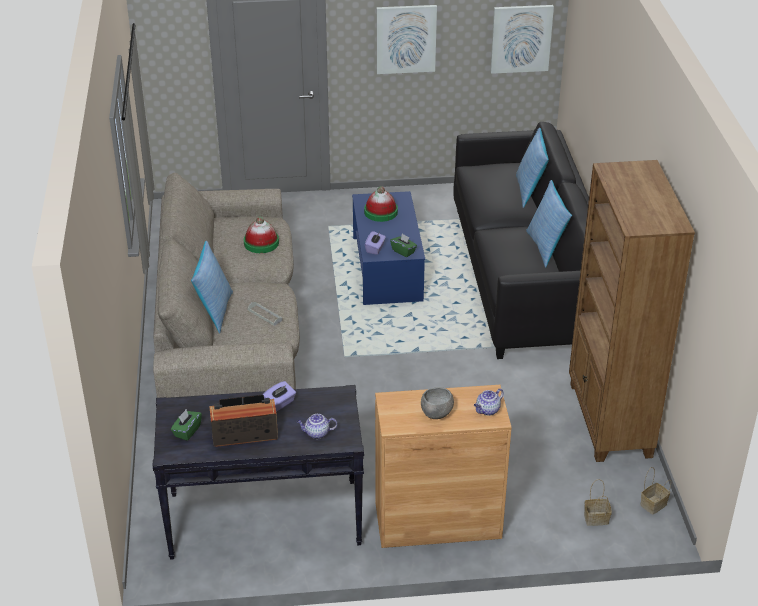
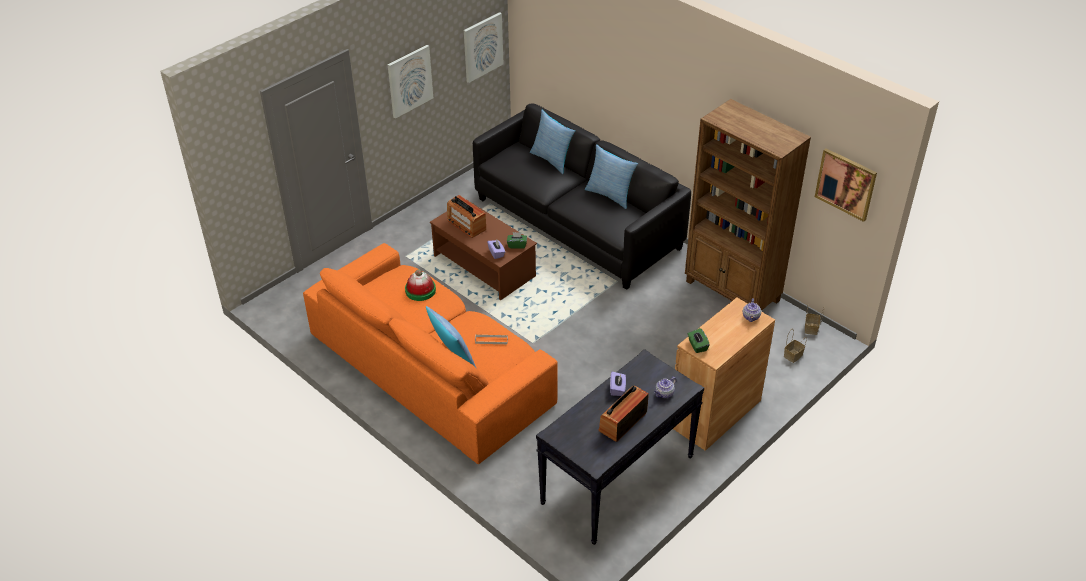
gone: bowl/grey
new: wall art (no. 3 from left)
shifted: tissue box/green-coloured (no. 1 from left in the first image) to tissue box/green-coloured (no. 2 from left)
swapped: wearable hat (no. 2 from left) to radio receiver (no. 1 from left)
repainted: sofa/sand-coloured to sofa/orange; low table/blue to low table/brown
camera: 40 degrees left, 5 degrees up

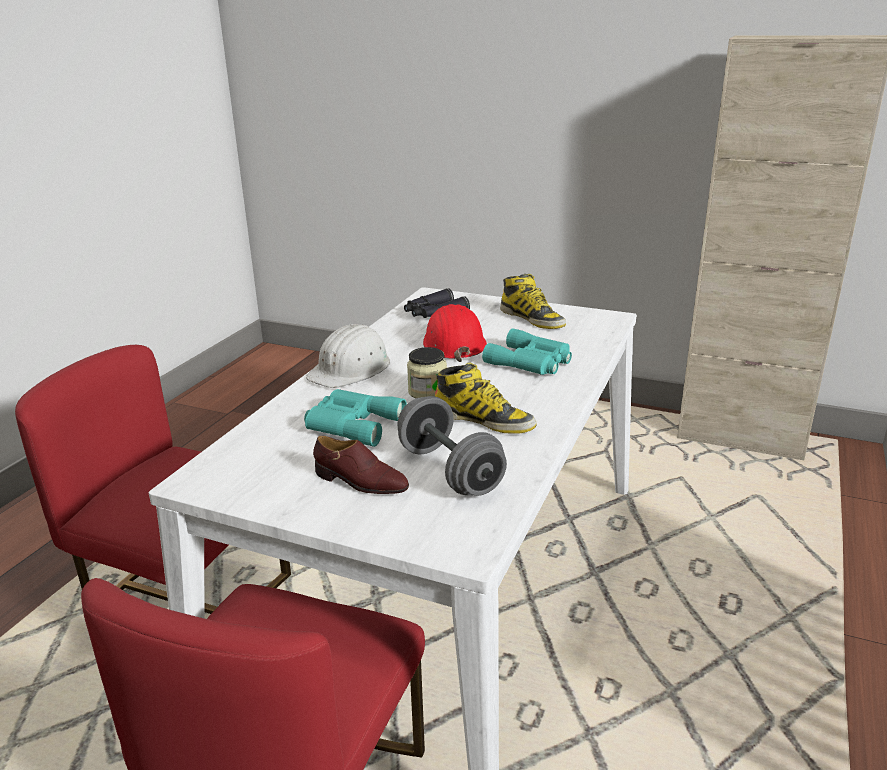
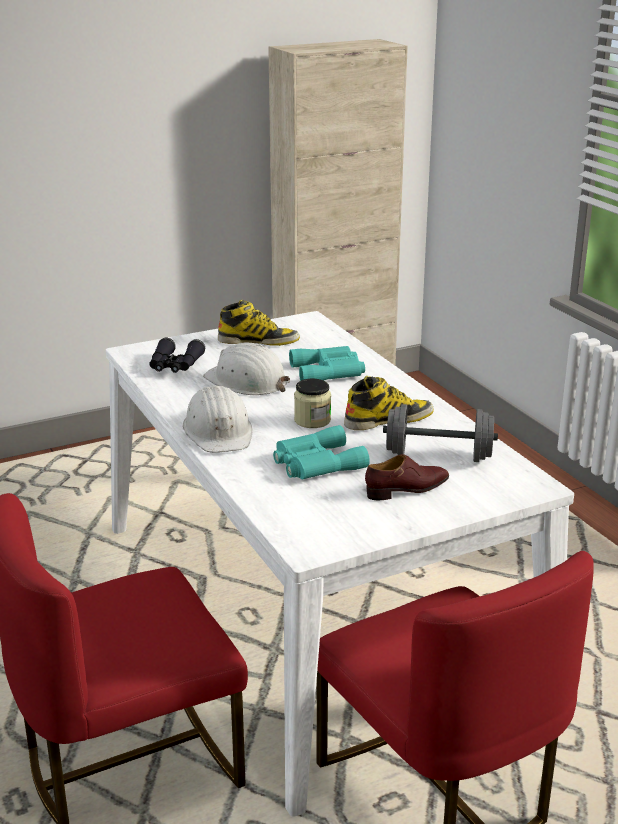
repainted: hard hat/red to hard hat/whitish (no. 2 from left)
camera: 50 degrees left, 0 degrees up

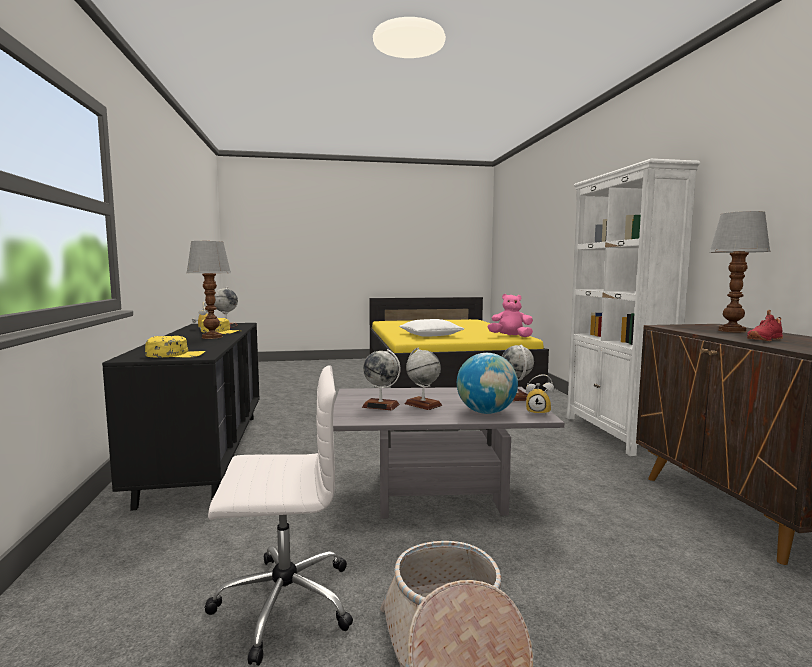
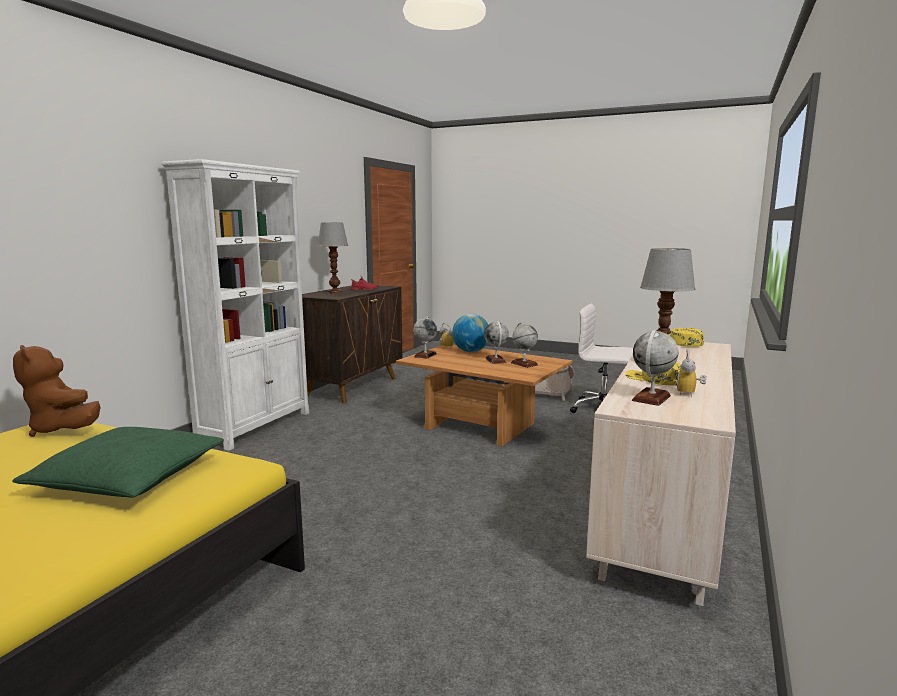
repainted: cuddly toy/pink to cuddly toy/brown; throw pillow/whitish to throw pillow/green-coloured; dresser/blackish to dresser/sand-coloured; low table/grey to low table/brown
camera: 145 degrees left, 5 degrees up

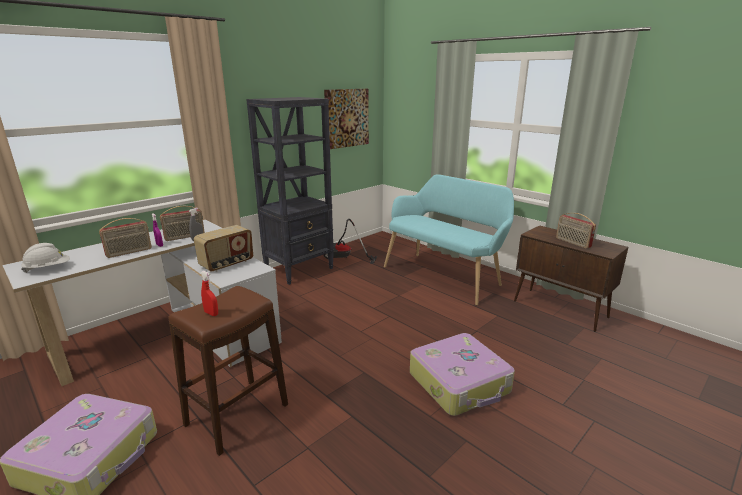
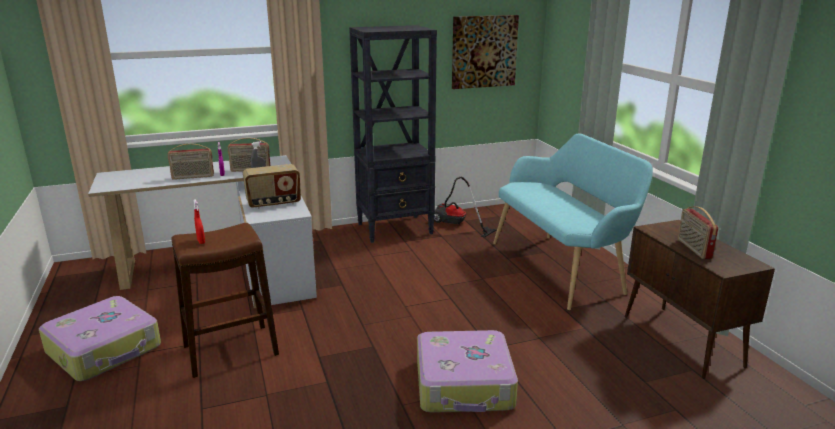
gone: hard hat/whitish
camera: 25 degrees right, 0 degrees up

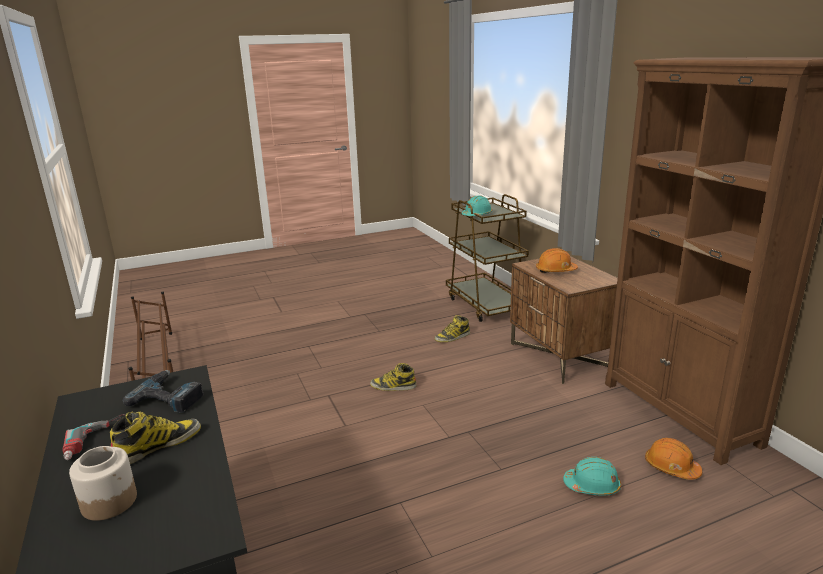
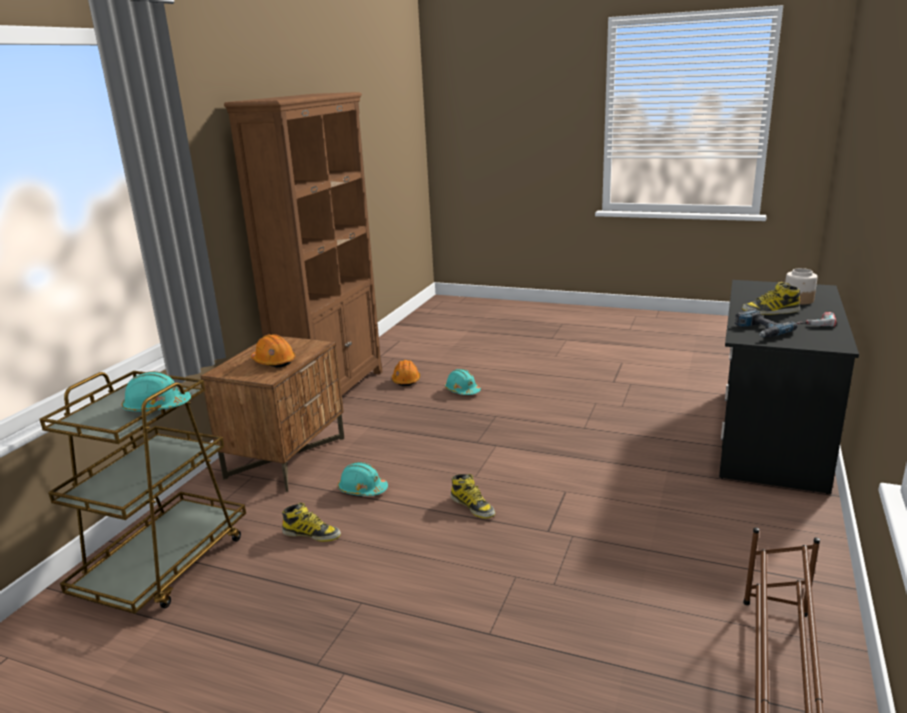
new: hard hat/turquoise (no. 2 from left)
camera: 135 degrees left, 0 degrees up

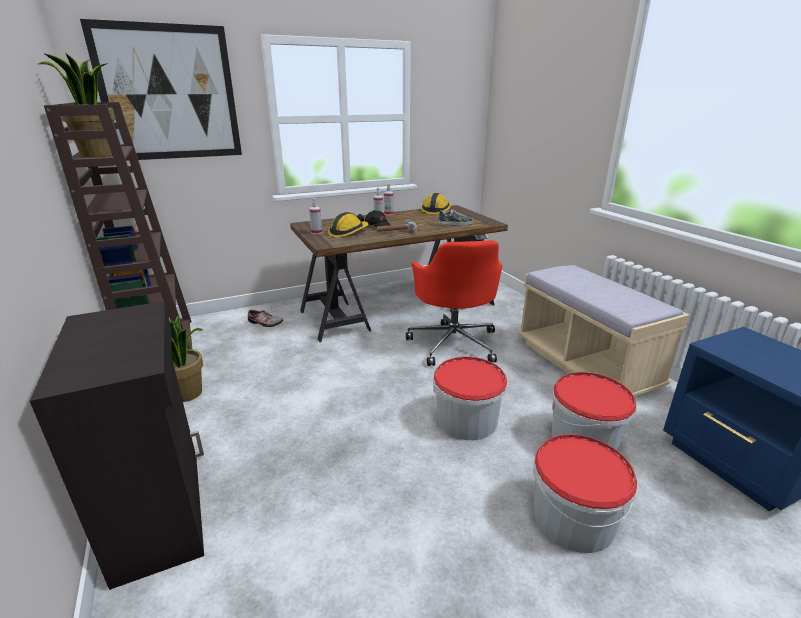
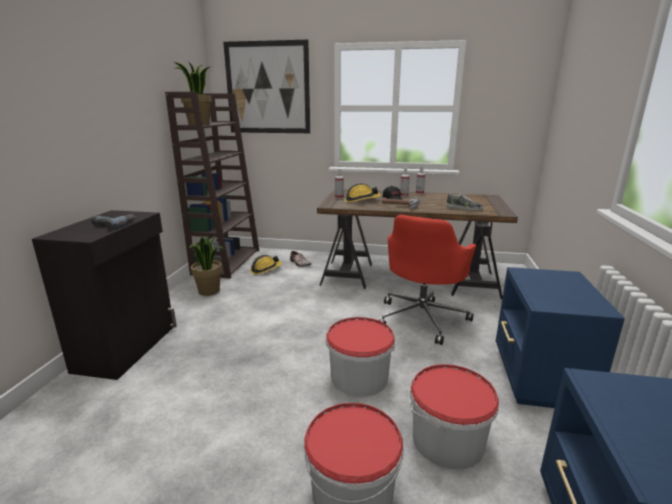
new: power drill
shifted: hard hat (no. 2 from left in the first image) to hard hat (no. 1 from left)
swapped: indoor bench/sand-coloured to bedside table/blue (no. 1 from left)
camera: 35 degrees right, 5 degrees down

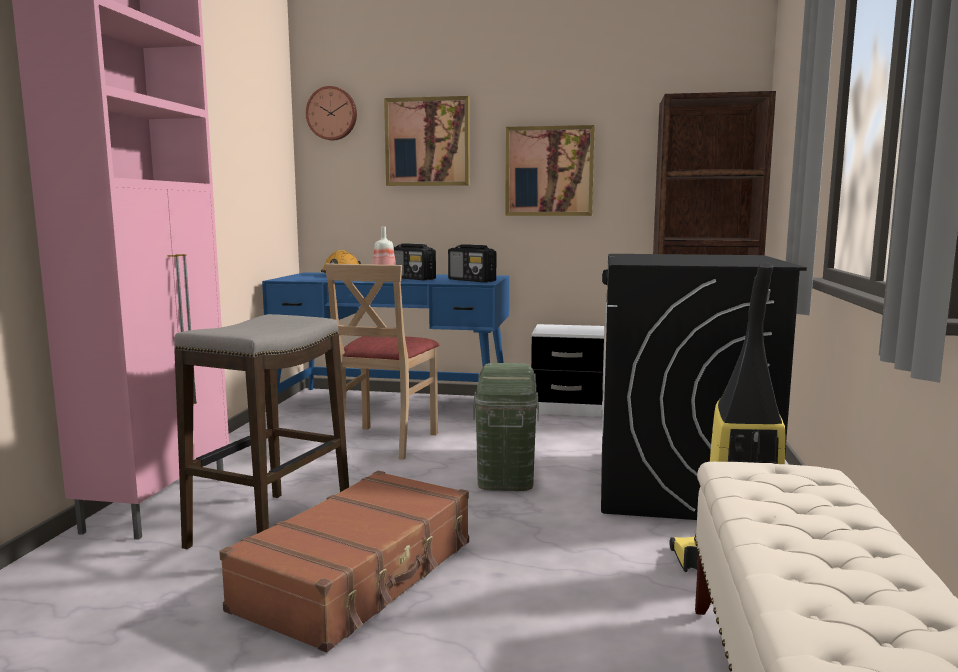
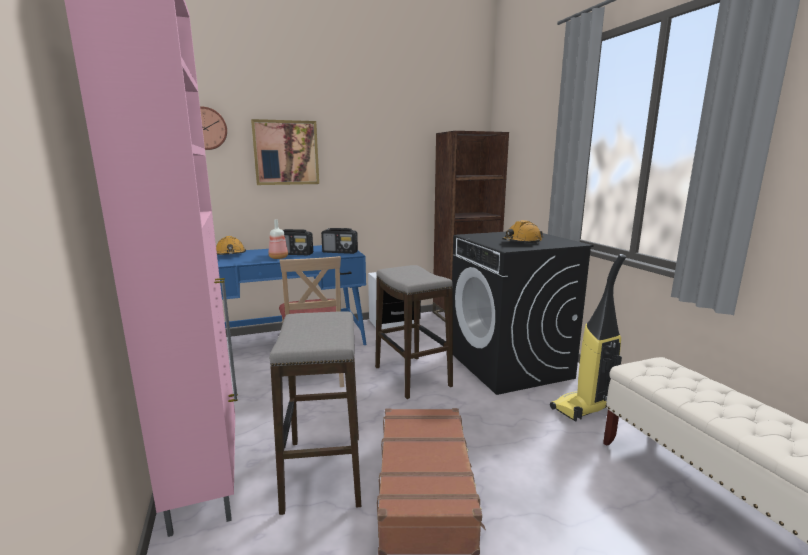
gone: wall art (no. 2 from left)
new: hard hat/orange (no. 2 from left)
swapped: storage container/green-coloured to stool (no. 2 from left)
camera: 30 degrees left, 5 degrees up

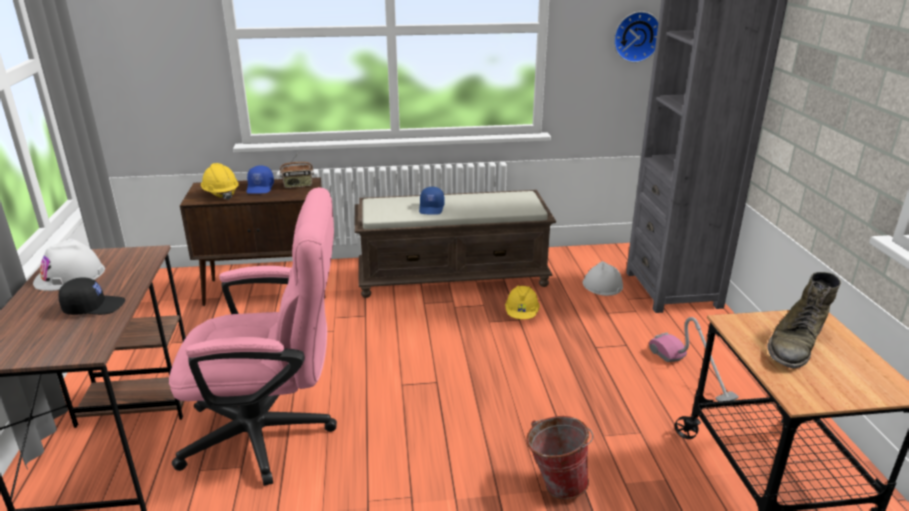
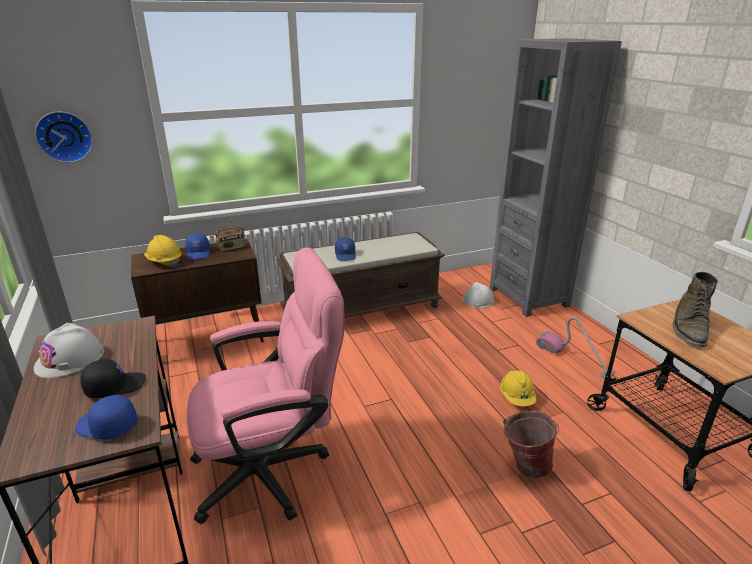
new: baseball cap/blue (no. 1 from left)
shifted: hanging clock; hard hat/yellow-coloured (no. 2 from left)
camera: 15 degrees left, 0 degrees up

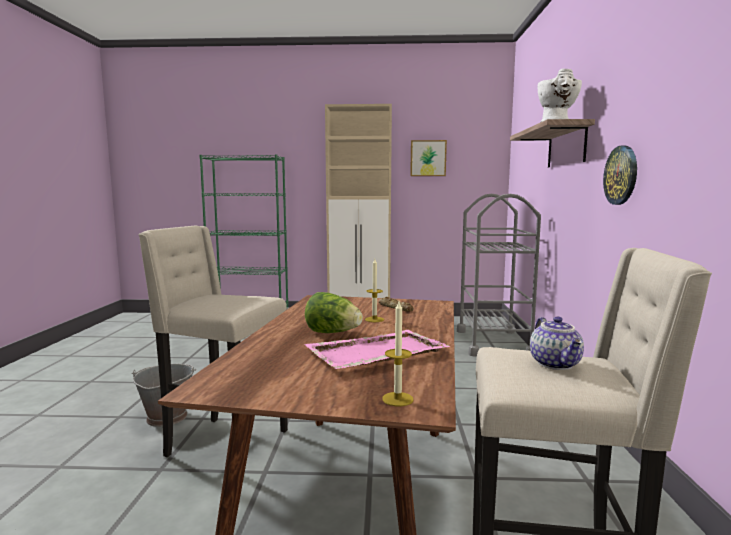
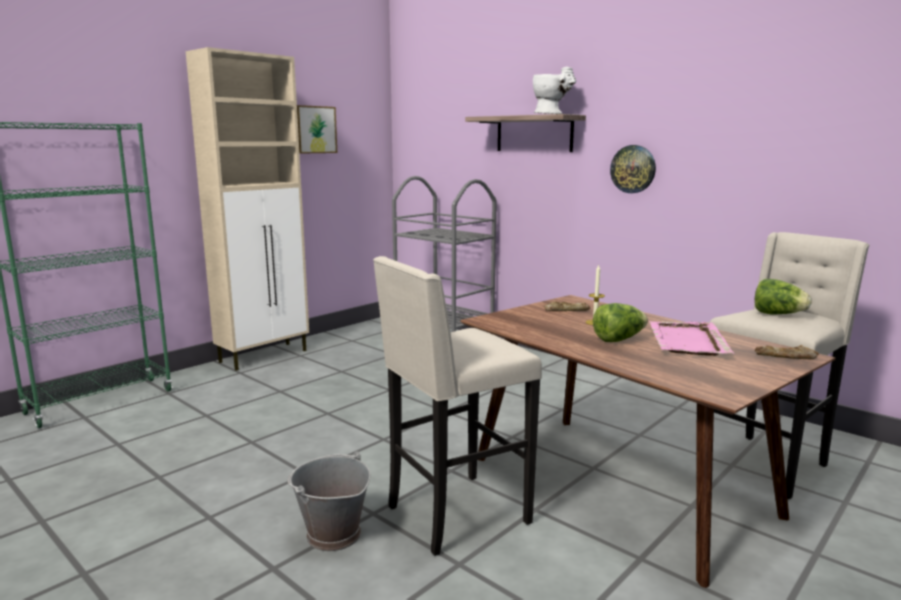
swapped: wax light (no. 2 from left) to bread (no. 2 from left); teapot to lettuce head (no. 2 from left)
camera: 50 degrees left, 5 degrees up

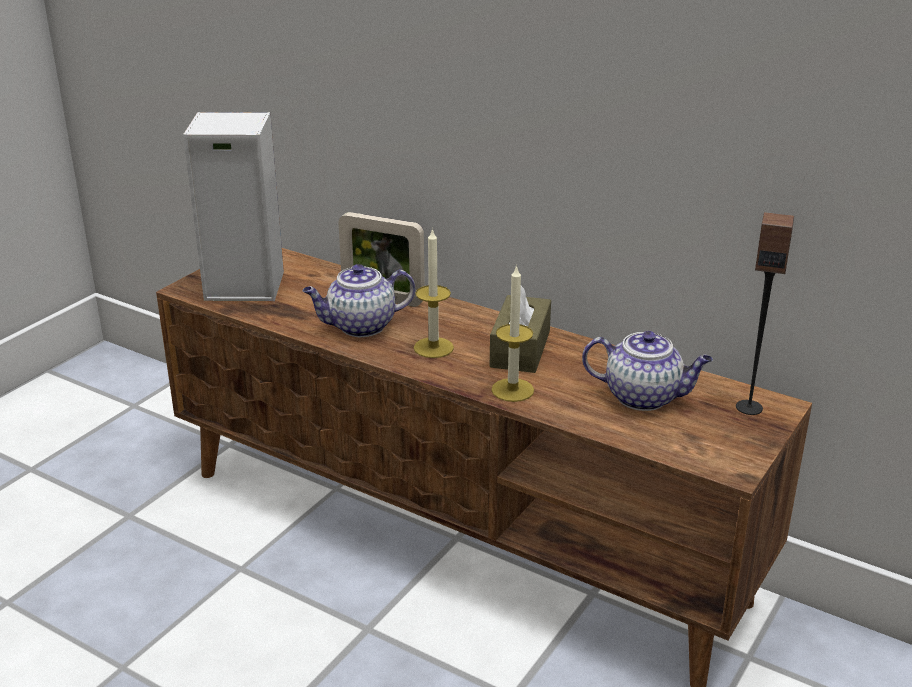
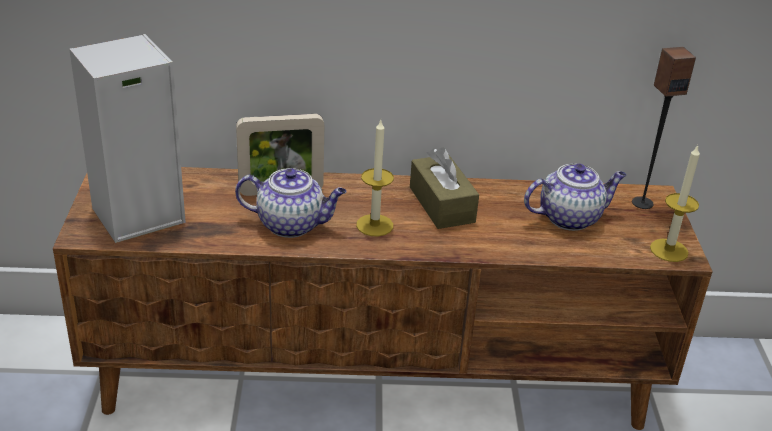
shifted: wax light (no. 2 from left)
rotated: teapot (no. 1 from left) 120 degrees counterclockwise
camera: 35 degrees left, 5 degrees up

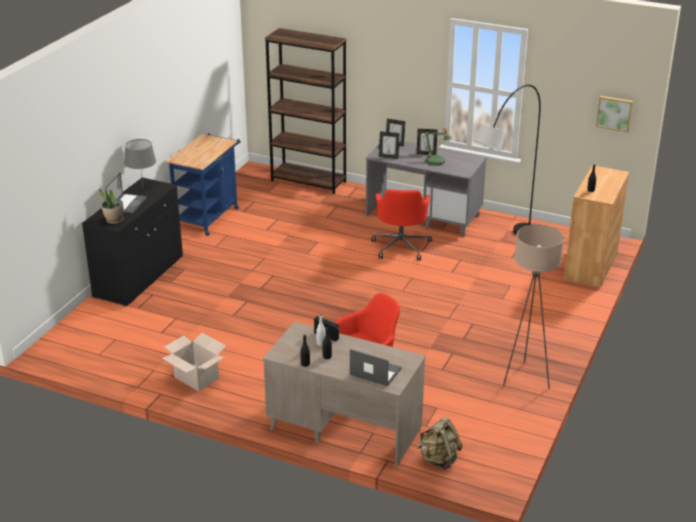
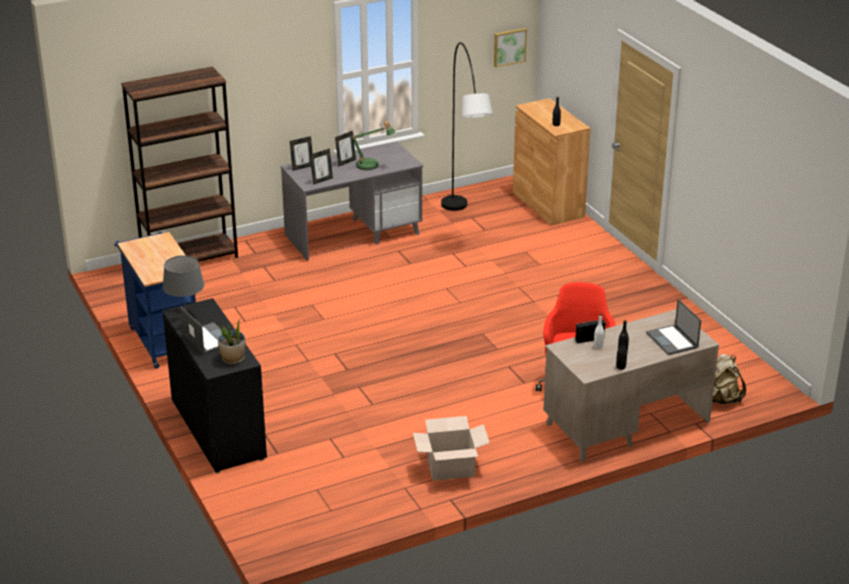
gone: office chair/red (no. 2 from left); standard lamp/sand-coloured
rotated: notebook computer (no. 2 from left) 90 degrees counterclockwise
camera: 50 degrees left, 0 degrees up

